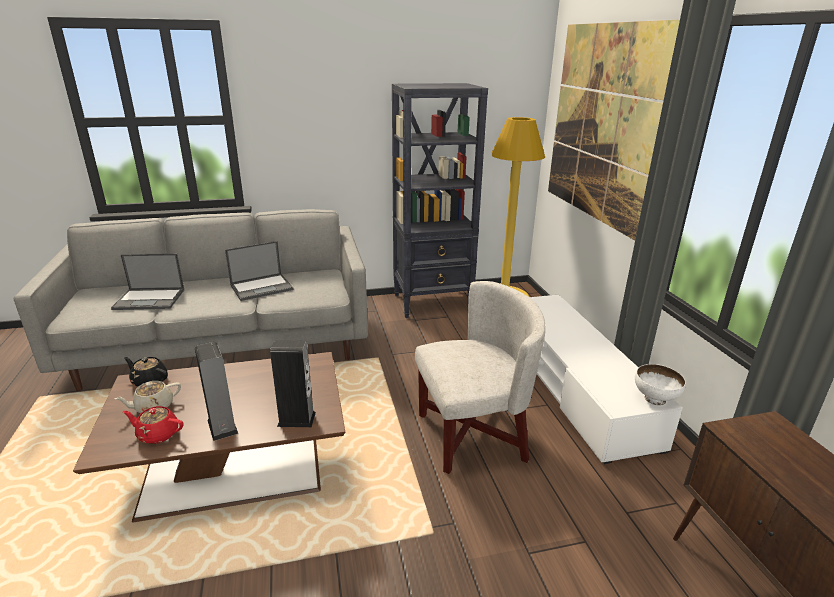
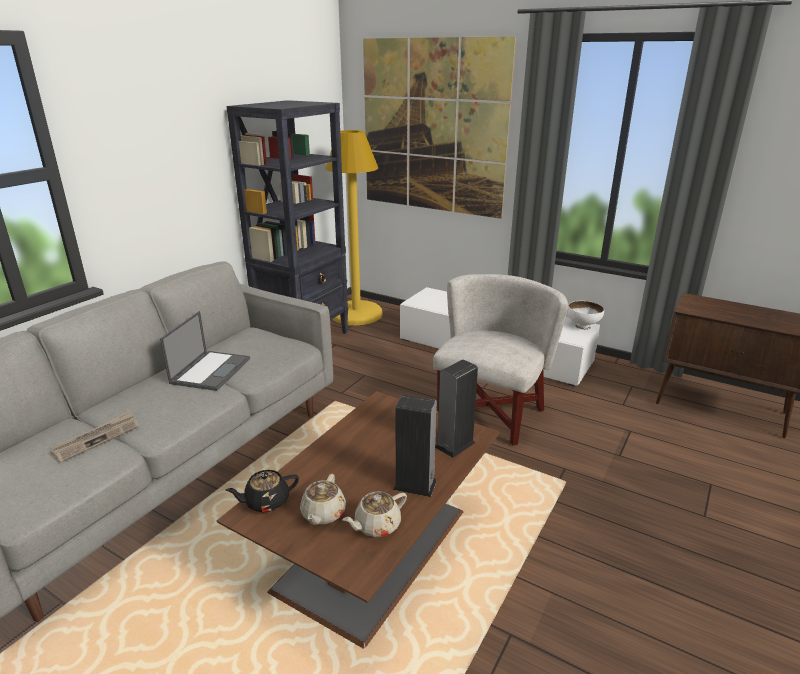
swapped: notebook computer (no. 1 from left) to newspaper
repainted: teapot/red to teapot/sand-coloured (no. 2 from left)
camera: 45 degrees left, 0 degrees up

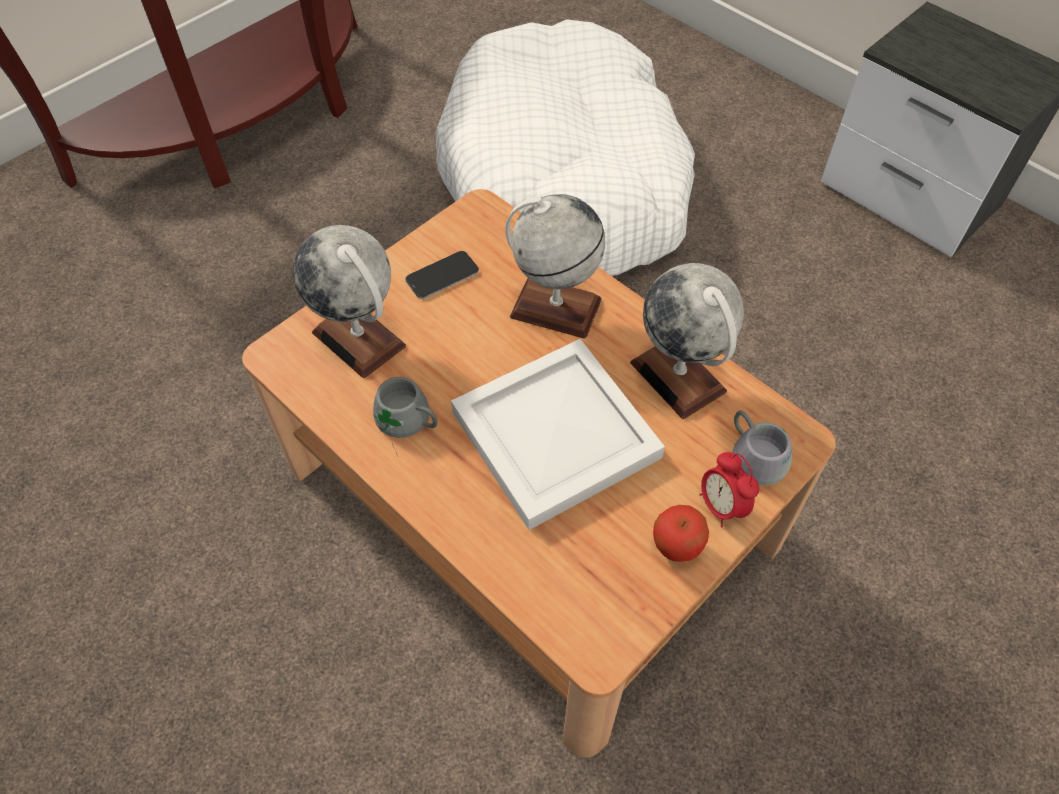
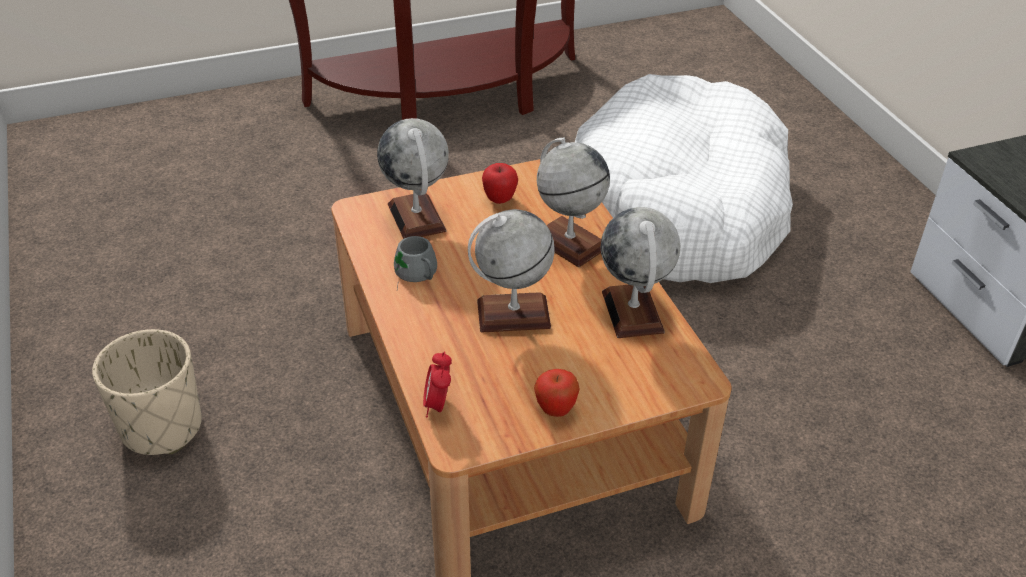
gone: tea mug/grey (no. 2 from left)
new: flower pot/sand-coloured
shifted: alarm clock
swapped: handset to whole apple (no. 1 from left); carrying tray/whitish to world globe (no. 2 from left)
camera: 25 degrees right, 15 degrees down

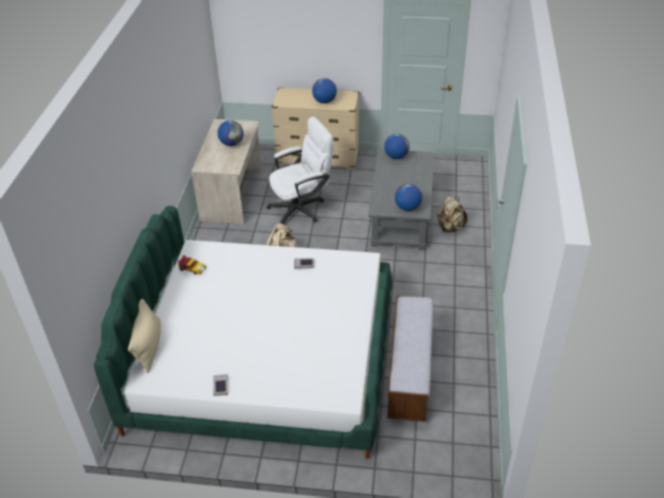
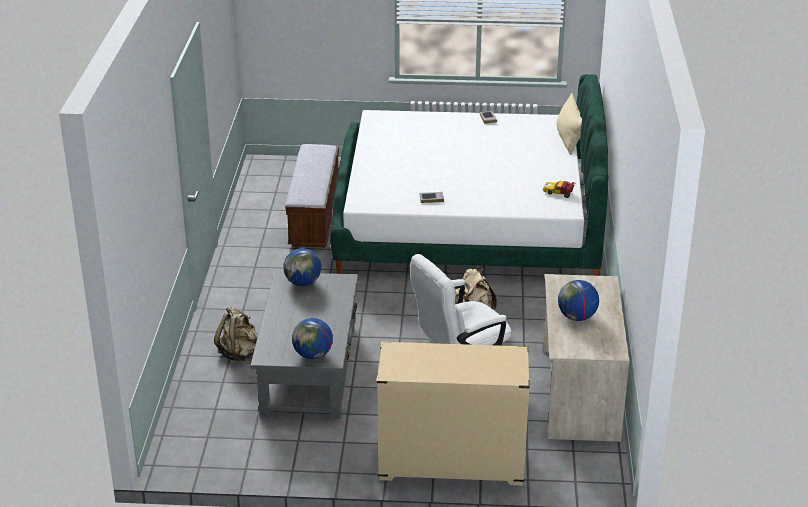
gone: world globe (no. 2 from left)
camera: 175 degrees right, 10 degrees down

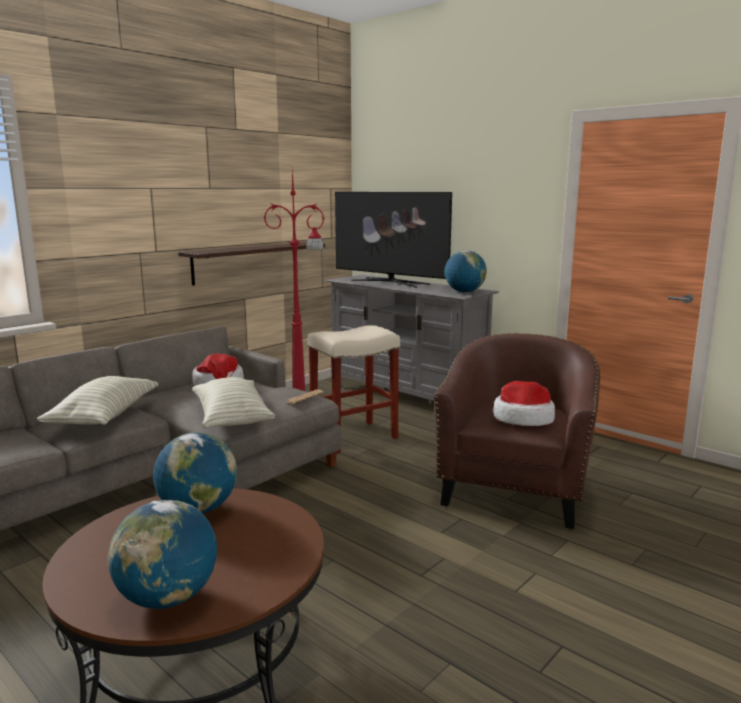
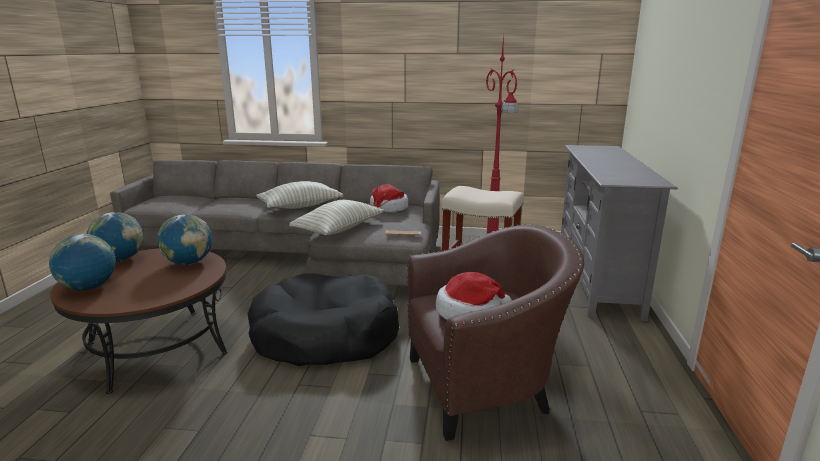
gone: TV set; wall shelf
new: dog cushion/blackish
shifted: world globe (no. 3 from left in the first image) to world globe (no. 2 from left)
camera: 55 degrees right, 5 degrees up

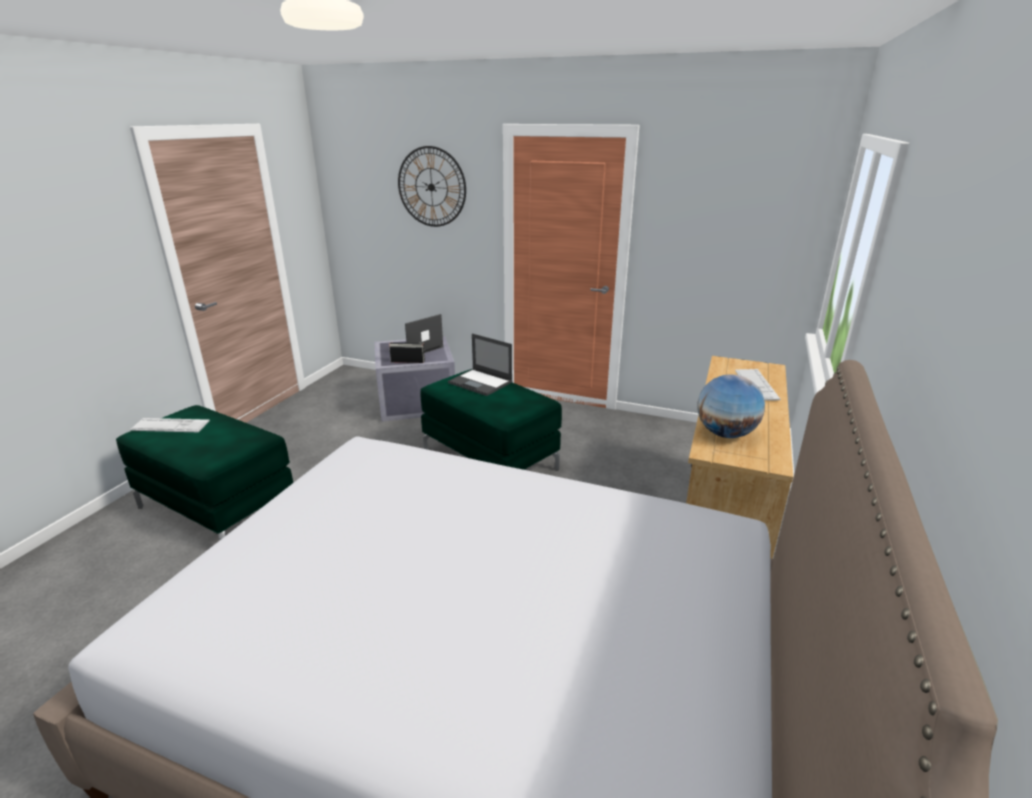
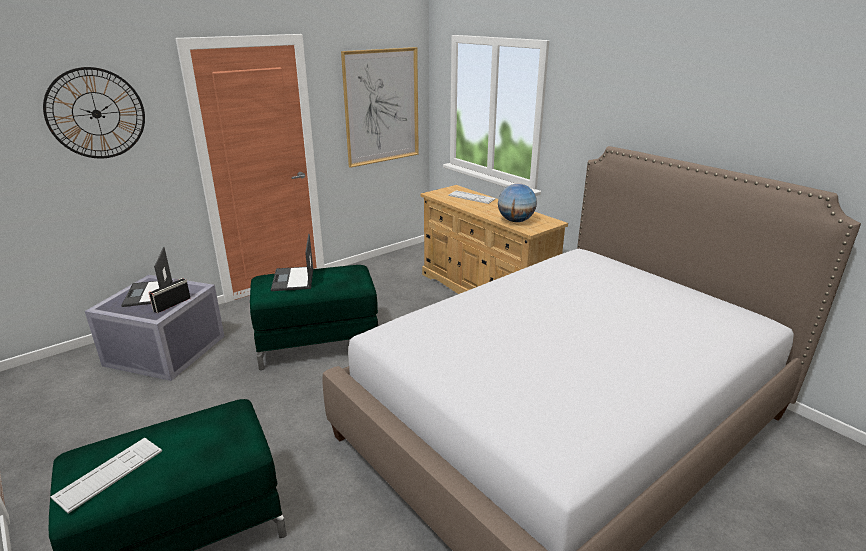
new: wall art
rotated: notebook computer (no. 2 from left) 105 degrees clockwise
camera: 60 degrees left, 0 degrees up

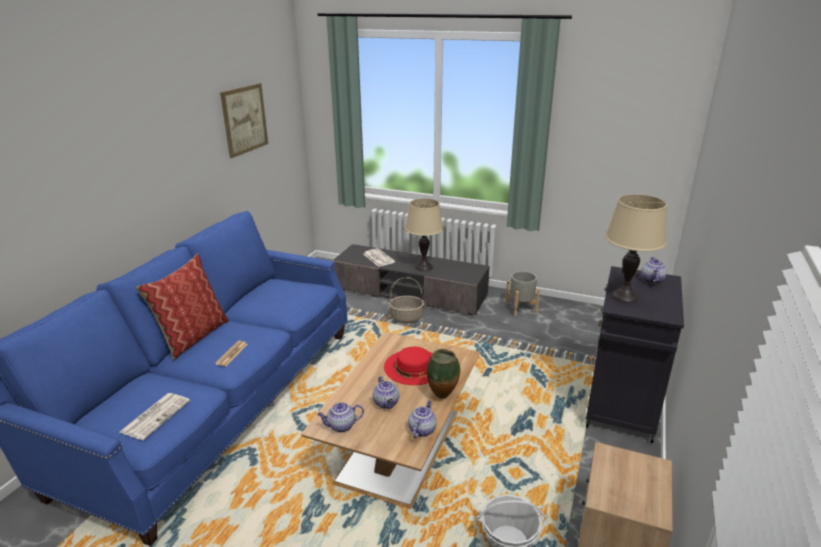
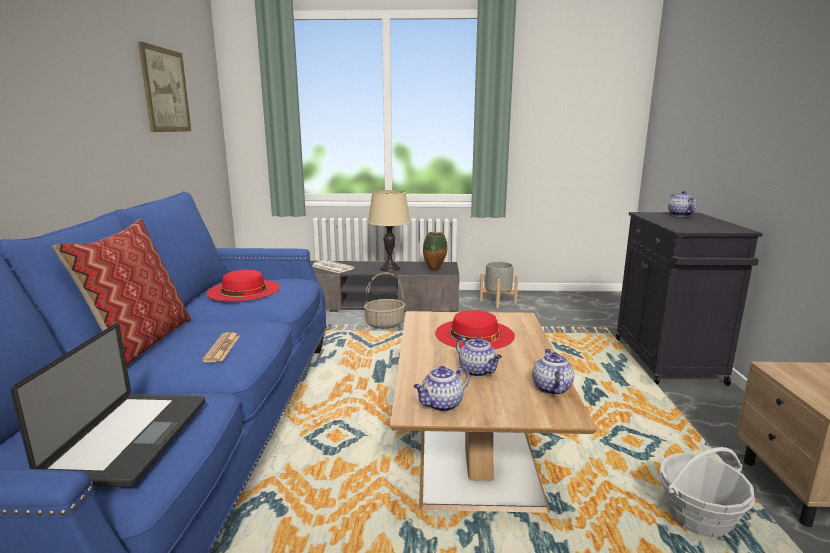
gone: table lamp/sand-coloured (no. 2 from left)
new: wearable hat/red (no. 1 from left)
shifted: vase
swapped: newspaper (no. 1 from left) to notebook computer
camera: 20 degrees left, 10 degrees down

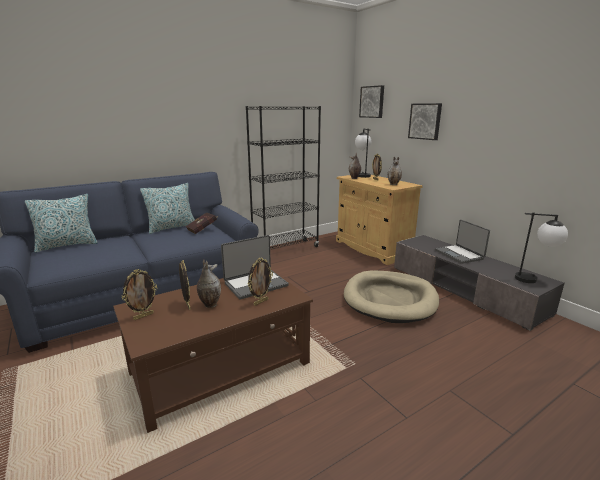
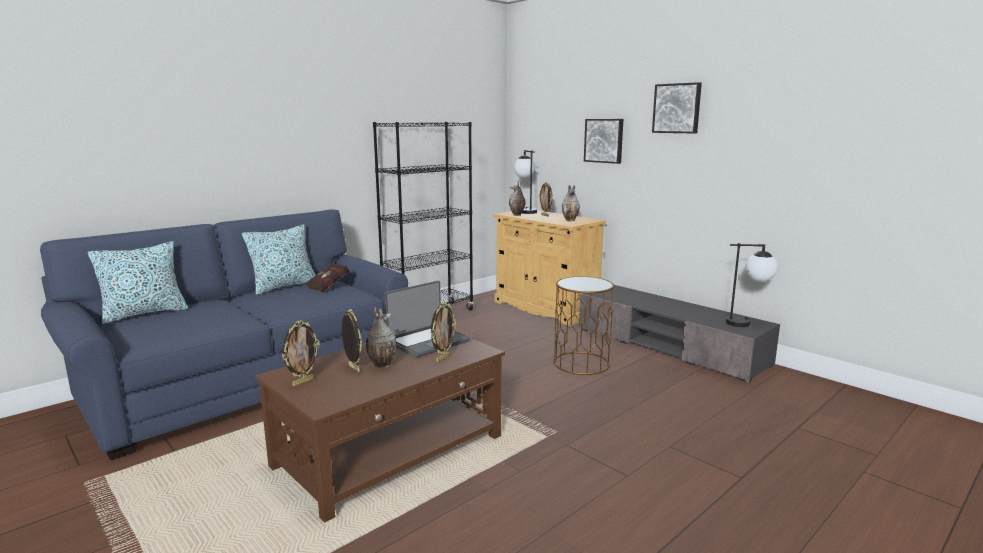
gone: notebook computer (no. 2 from left)
shifted: wall art (no. 1 from left in the first image) to wall art (no. 2 from left)
swapped: dog cushion/sand-coloured to end table/brown
camera: 10 degrees left, 5 degrees down

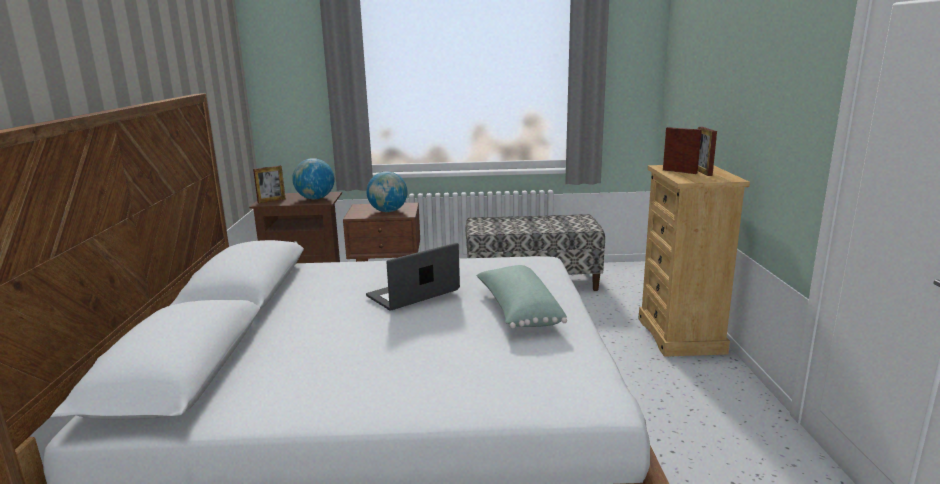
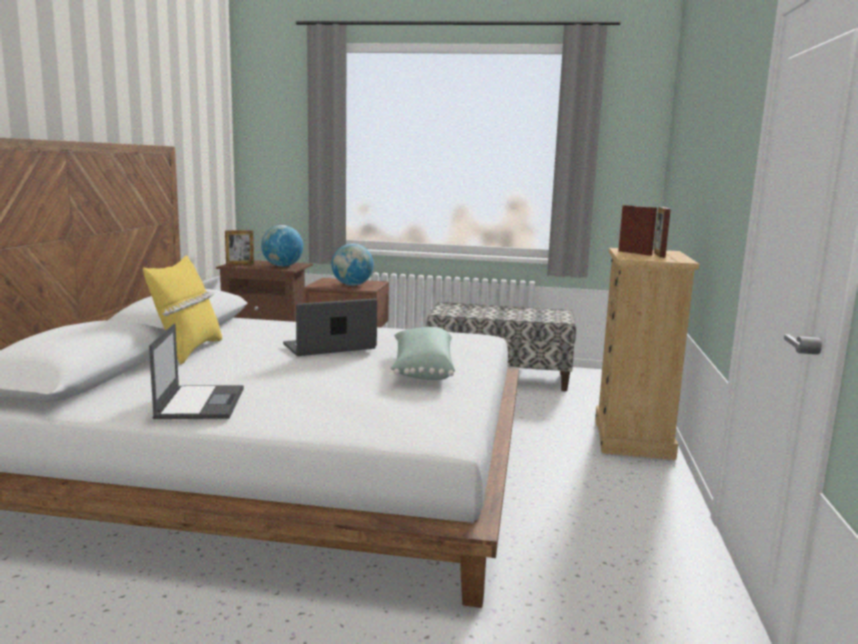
new: throw pillow/yellow-coloured; notebook computer (no. 1 from left)
camera: 10 degrees right, 5 degrees down

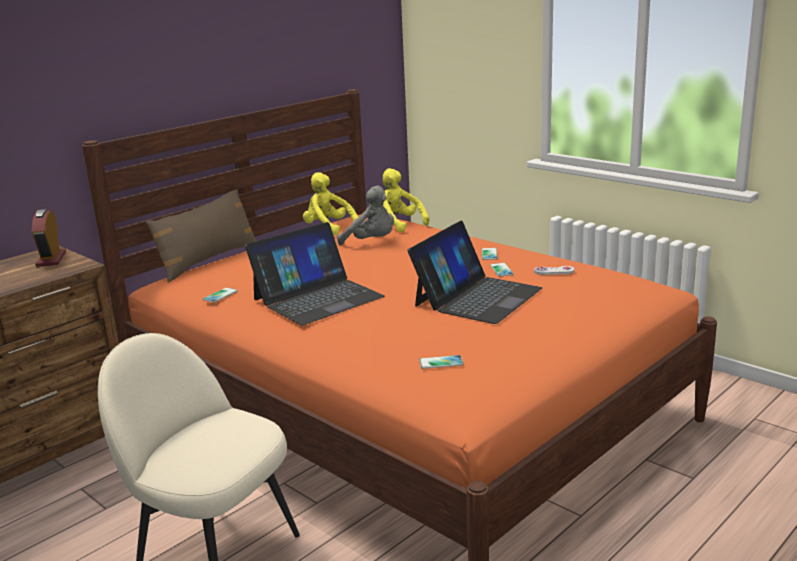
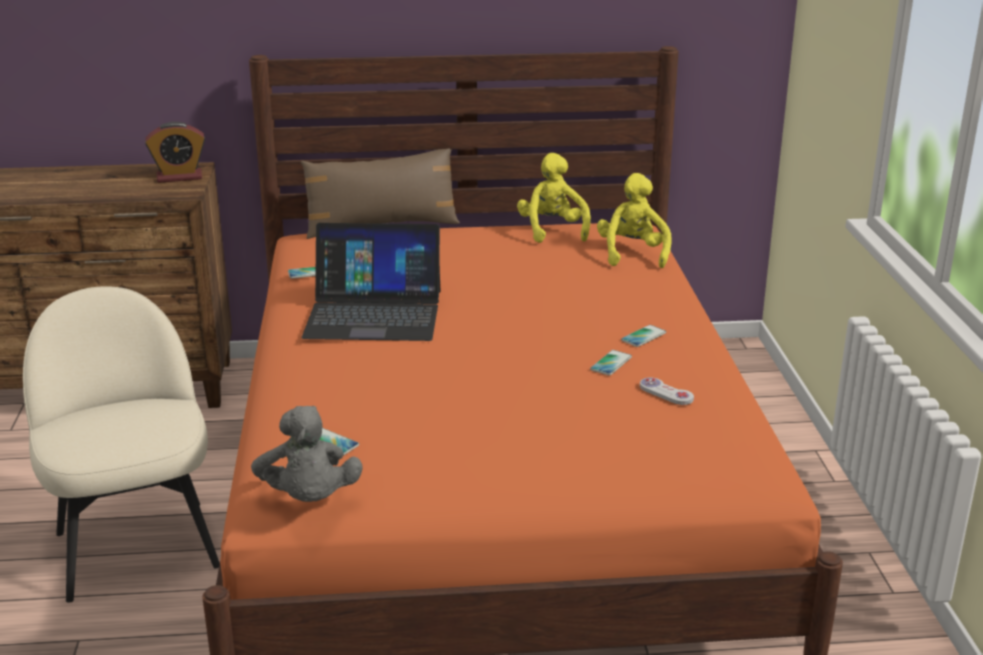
gone: notebook computer (no. 2 from left)
shifted: cuddly toy/grey
rotated: alarm clock 135 degrees counterclockwise
camera: 40 degrees right, 5 degrees up

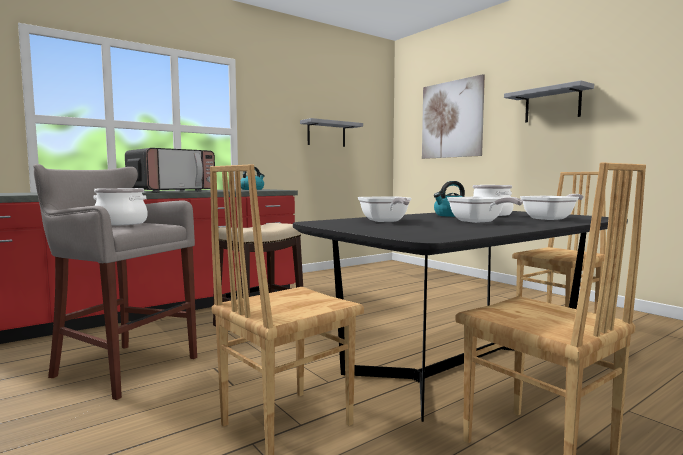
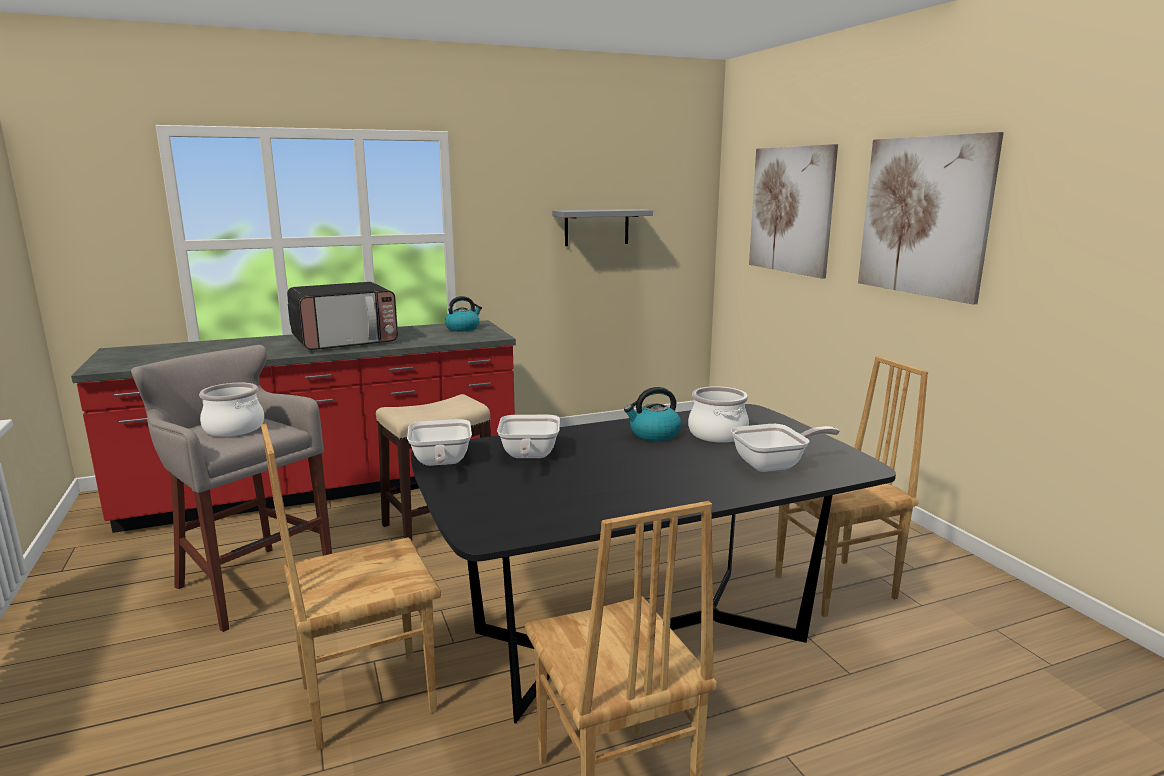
shifted: skillet (no. 2 from left in the first image) to skillet (no. 1 from left)
swapped: wall shelf/grey (no. 2 from left) to wall art (no. 2 from left)
camera: 15 degrees right, 10 degrees up

